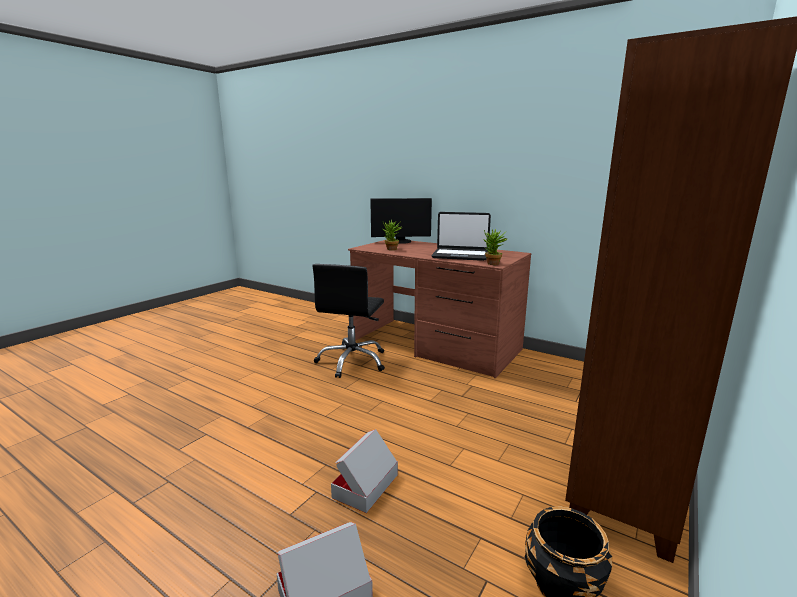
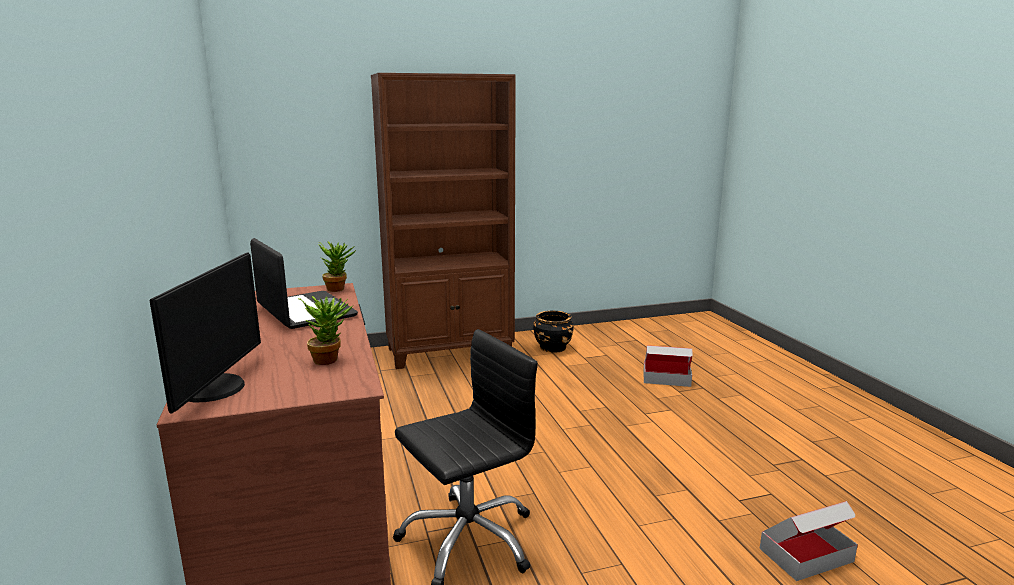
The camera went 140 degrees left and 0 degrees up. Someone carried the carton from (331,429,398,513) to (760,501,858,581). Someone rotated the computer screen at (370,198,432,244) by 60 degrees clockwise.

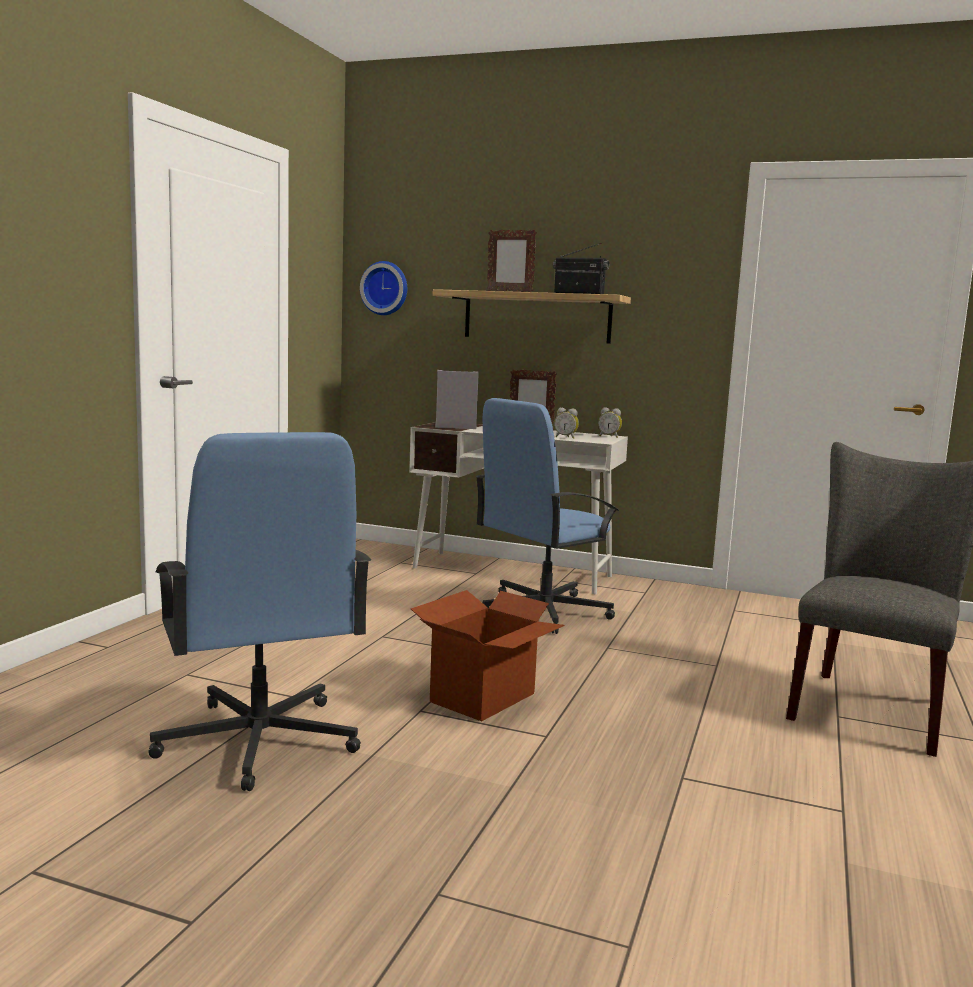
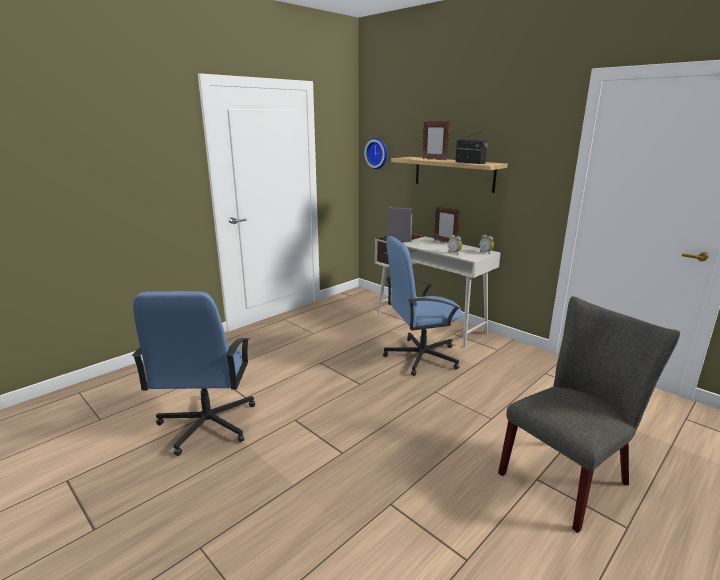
The camera went 25 degrees right and 10 degrees up. Someone took away the carton at (411,590,565,721).

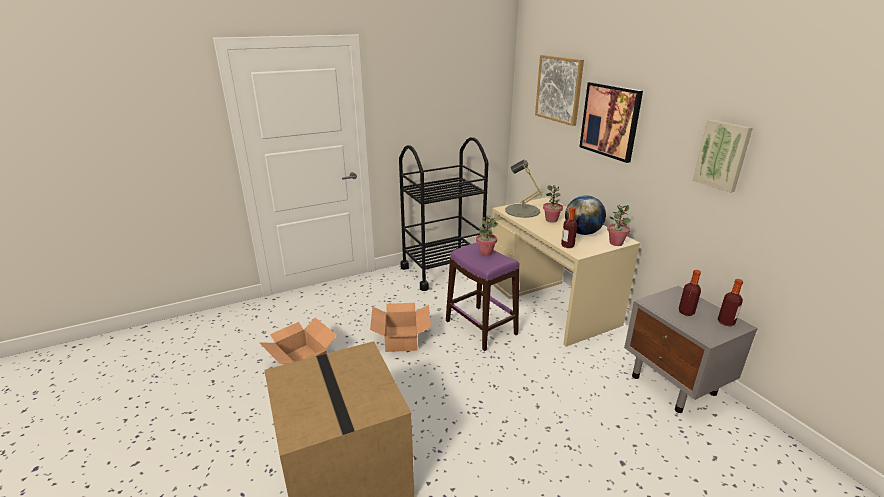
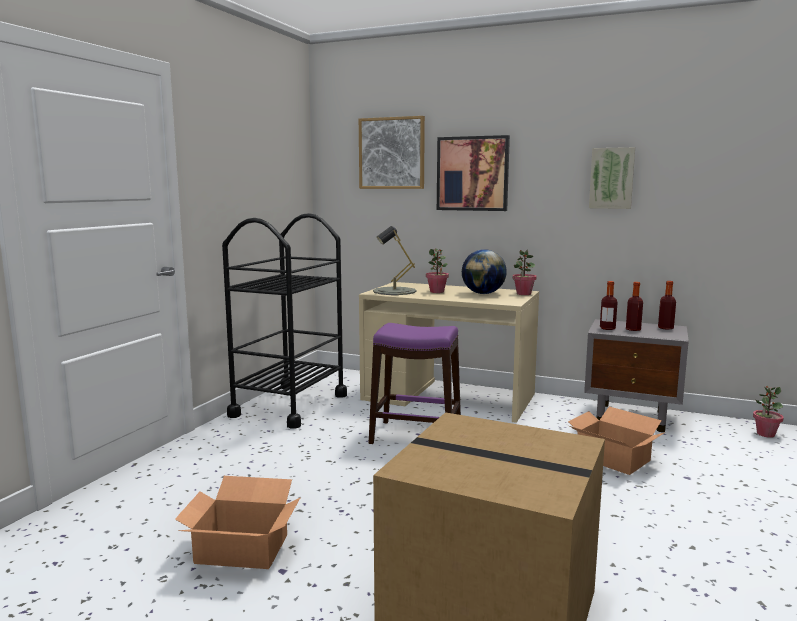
The camera went 40 degrees left and 15 degrees down. Someone carried the carton from (370,303,431,352) to (568,407,664,475). Someone carried the potted plant from (476,215,498,256) to (753,386,784,438). Someone carried the beverage bottle from (561,207,577,248) to (600,281,618,330).

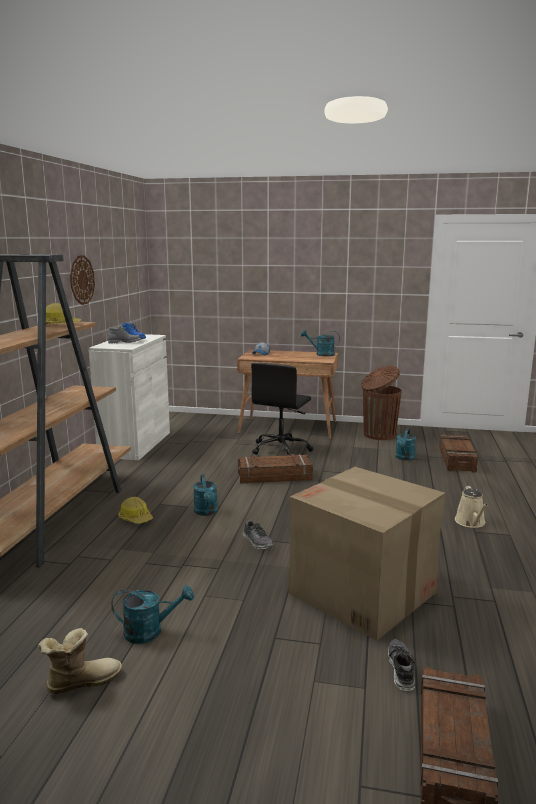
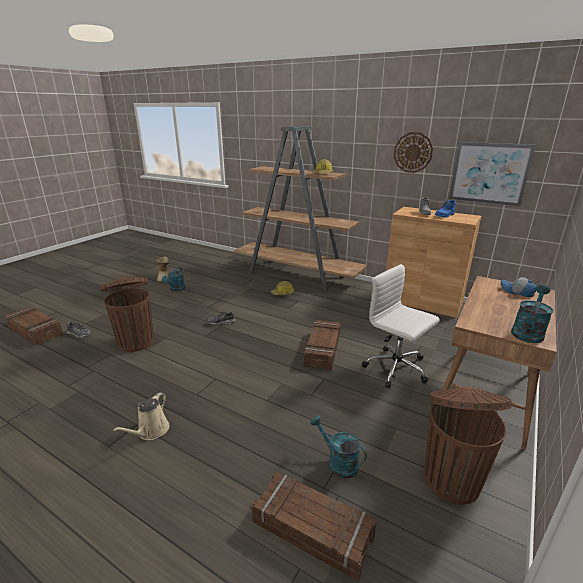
The camera went 110 degrees right and 10 degrees up. Someone repainted the cupboard in white at (89,334,170,460), which became the cupboard in brown at (386,207,481,318). Someone took away the watering can in turquoise at (193,474,218,516). Someone repainted the computer chair in black at (251,363,313,456), which became the computer chair in white at (362,264,440,389). Someone swapped the carton at (288,467,446,641) for the waste bin in brown at (100,277,154,352). Someone rotated the watering can in beige-coloured at (455,486,487,528) by 90 degrees counterclockwise. Someone put up the wall art at (449,142,536,206).

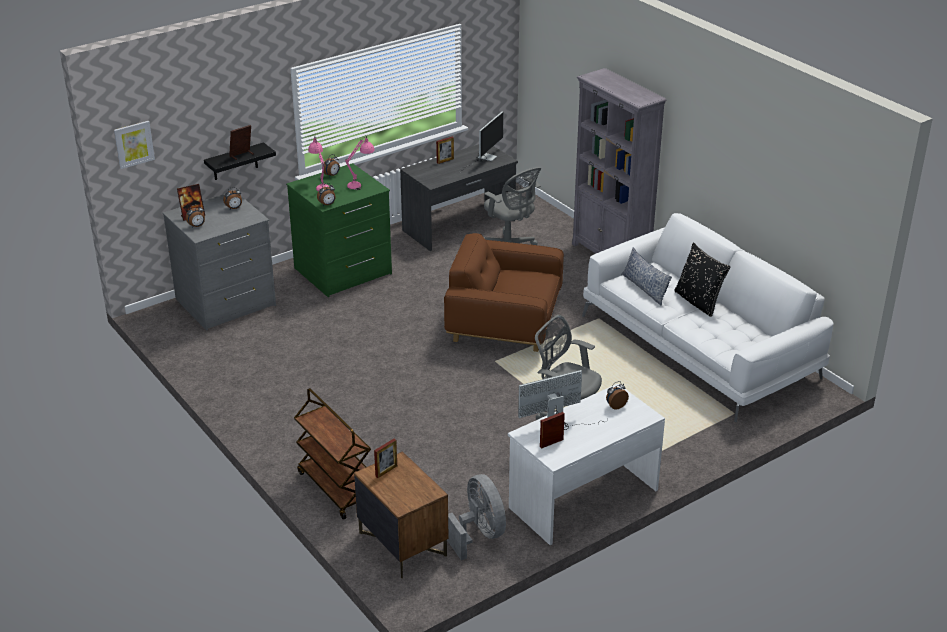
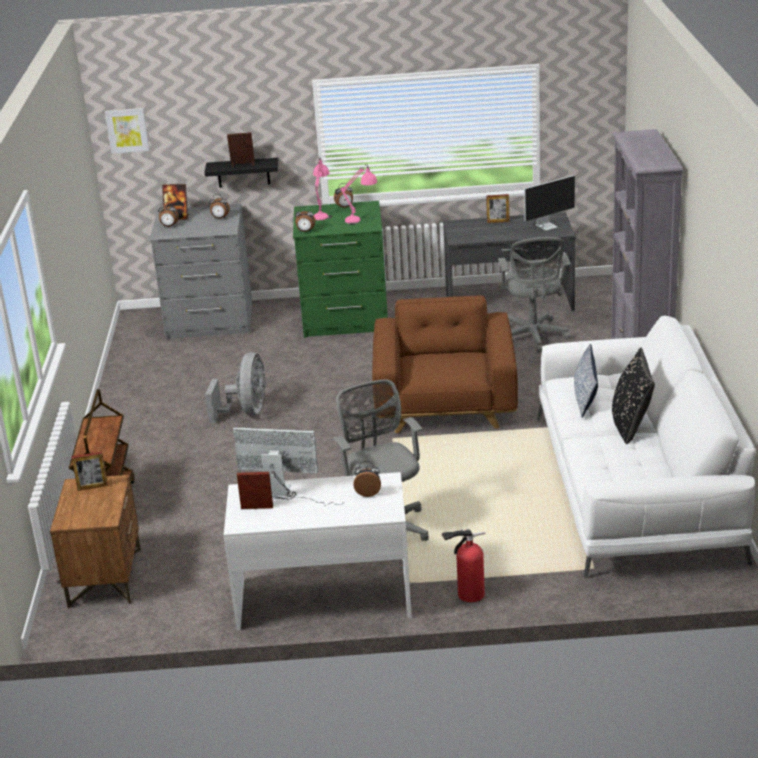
The camera went 35 degrees right and 5 degrees down. Someone rotated the armchair in brown at (444,233,564,352) by 45 degrees clockwise. Someone carried the electric fan in grey from (447,474,506,560) to (205,352,266,423). Someone put down the fire extinguisher at (442,529,485,602).

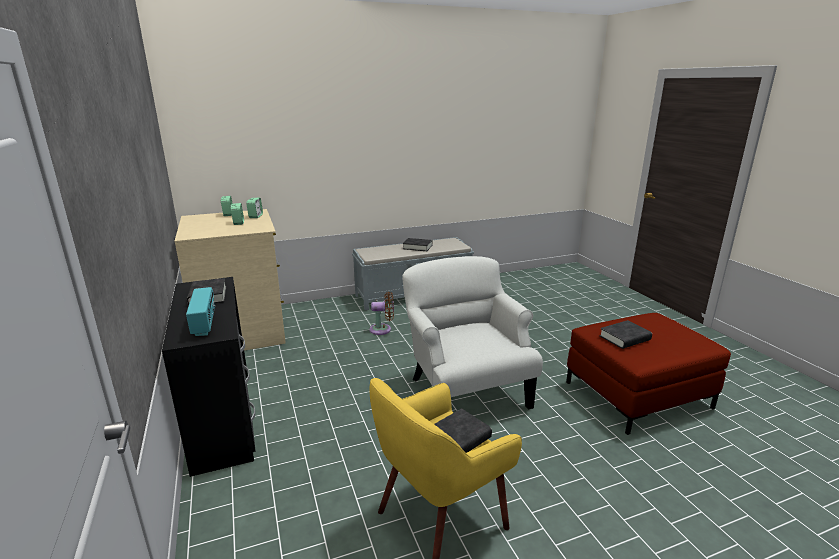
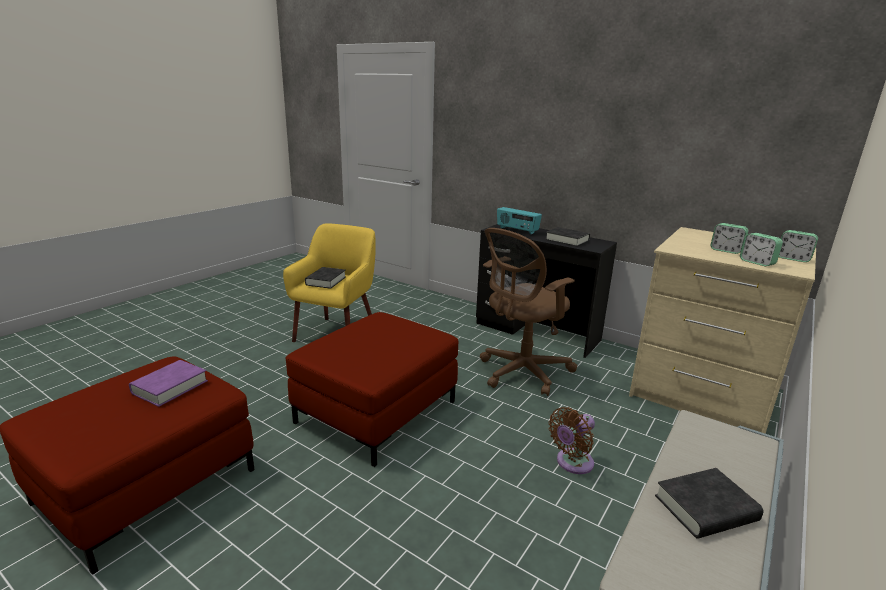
The camera went 145 degrees right and 0 degrees up. Someone swapped the armchair in white at (402,256,543,409) for the ottoman in red at (286,312,458,467). Someone repainted the bound book in black at (600,320,652,349), which became the bound book in purple-coloured at (129,360,208,407). Someone put down the computer chair in brown at (480,228,577,396).

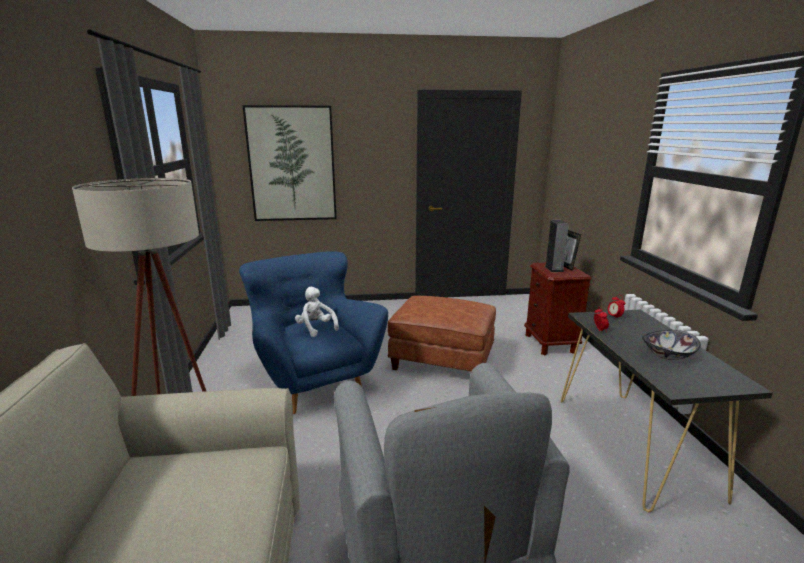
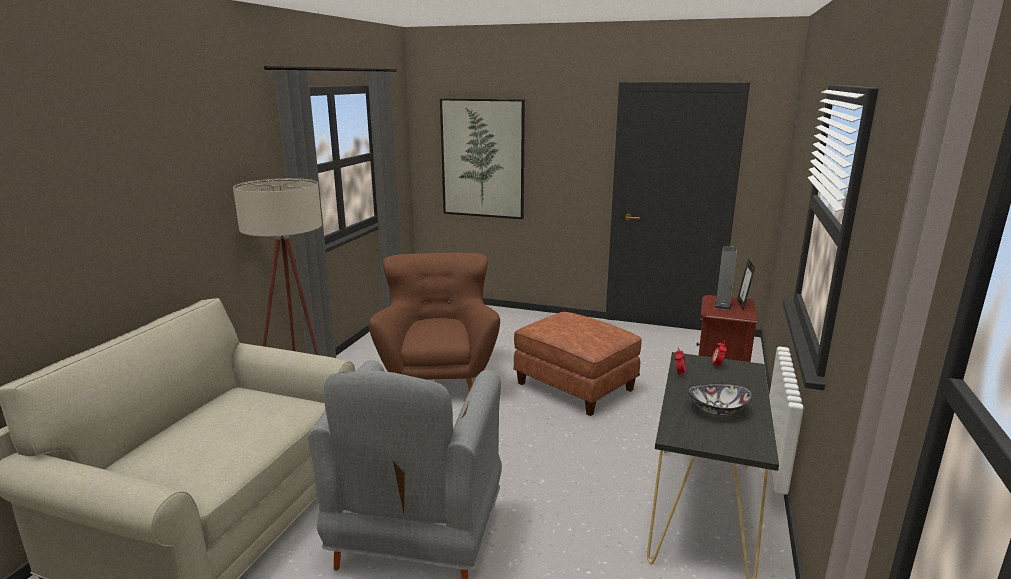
The camera went 25 degrees right and 0 degrees up. Someone repainted the armchair in bluish at (239,251,388,414), which became the armchair in brown at (369,253,500,391). Someone took away the cuddly toy in white at (295,287,339,337).

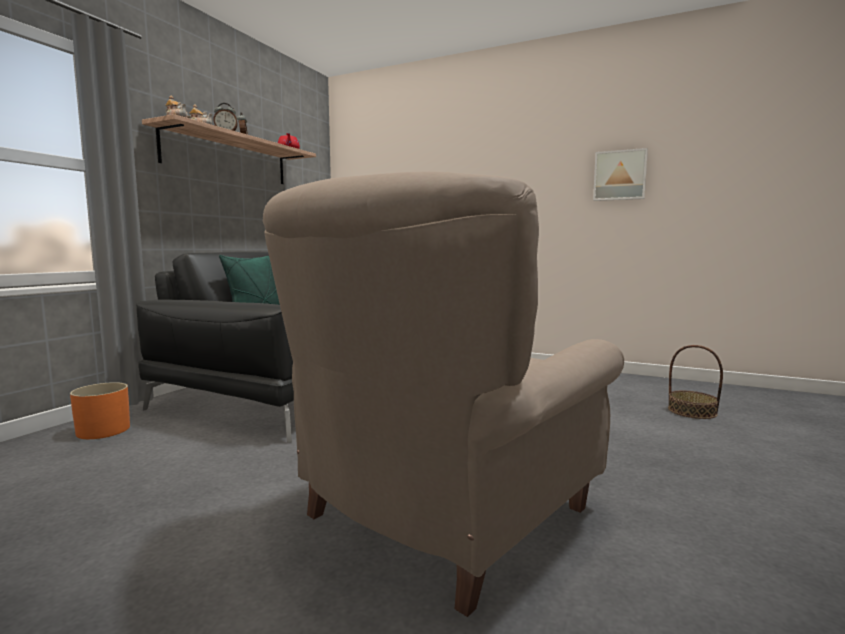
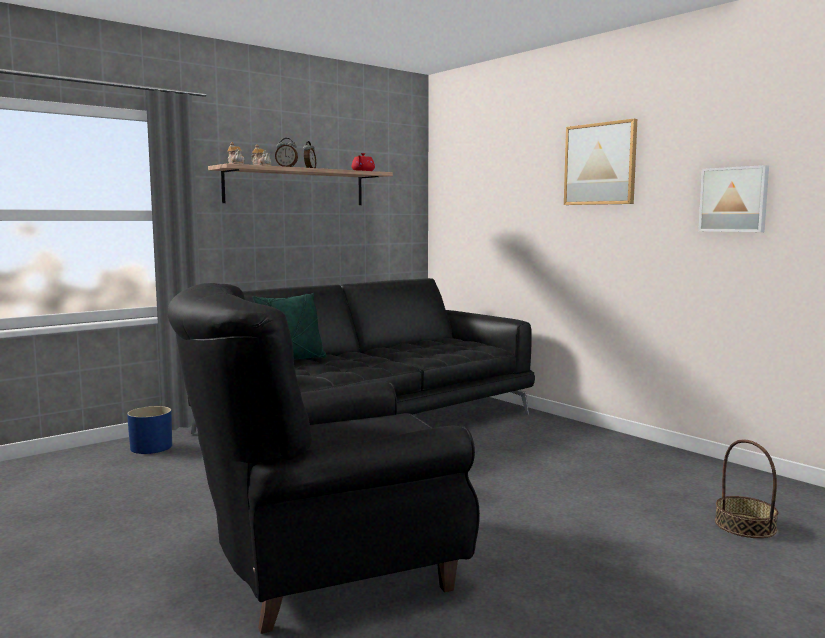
The camera went 25 degrees right and 0 degrees up. Someone repainted the planter in orange at (70,382,130,439), which became the planter in bluish at (127,406,172,454). Someone repainted the armchair in beige-coloured at (263,171,624,617), which became the armchair in black at (167,283,480,634). Someone put up the wall art at (564,119,637,205).

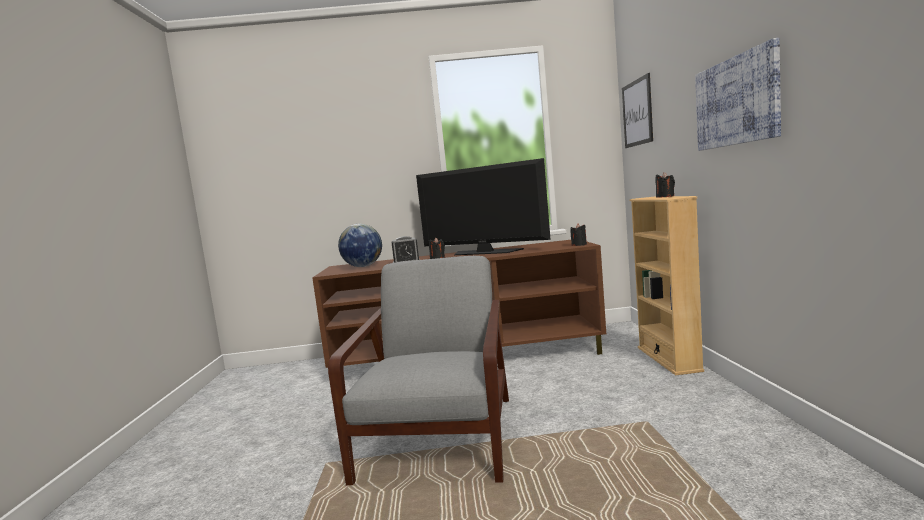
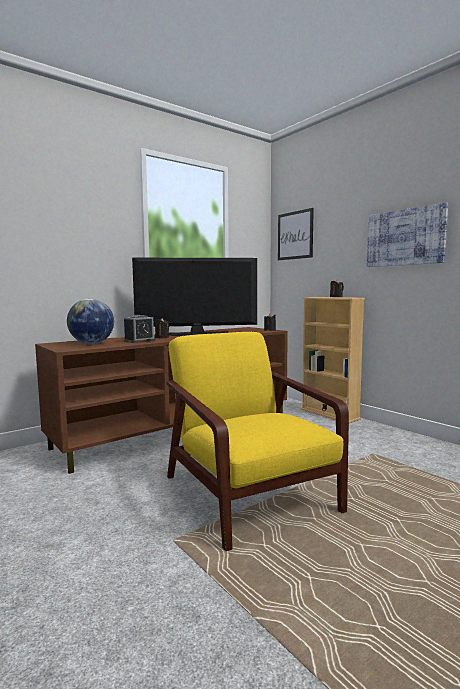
The camera went 35 degrees left and 0 degrees up. Someone repainted the armchair in grey at (328,256,509,485), which became the armchair in yellow at (166,332,349,552).

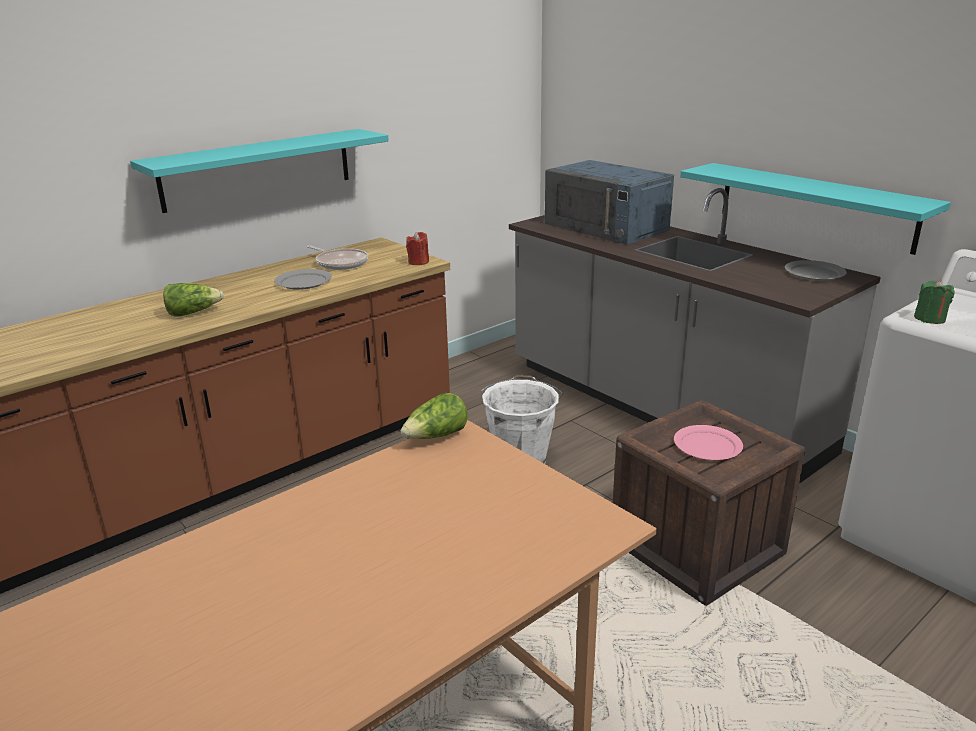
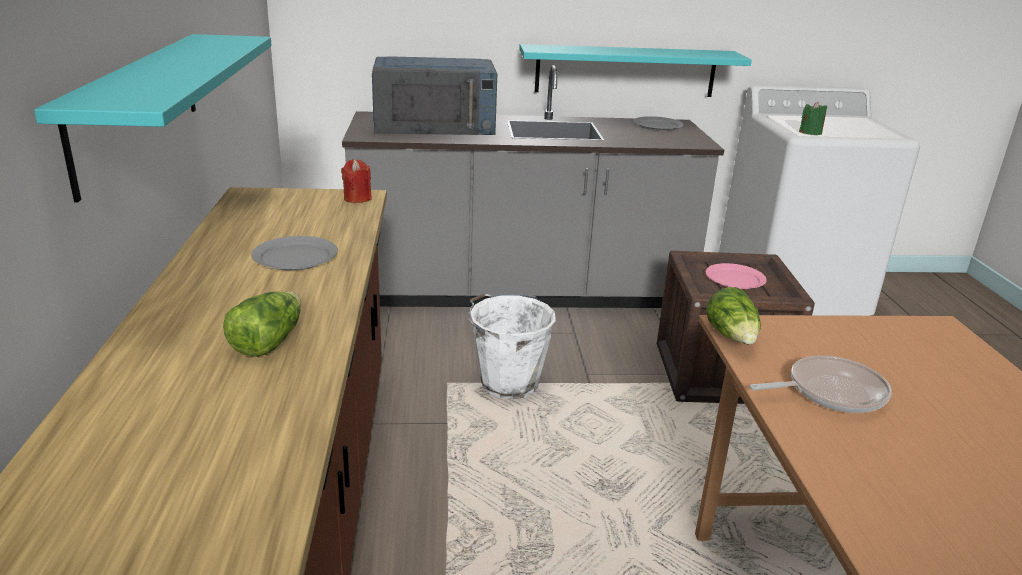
The camera went 55 degrees left and 0 degrees up. Someone carried the frying pan from (306,245,368,270) to (750,355,892,413).

